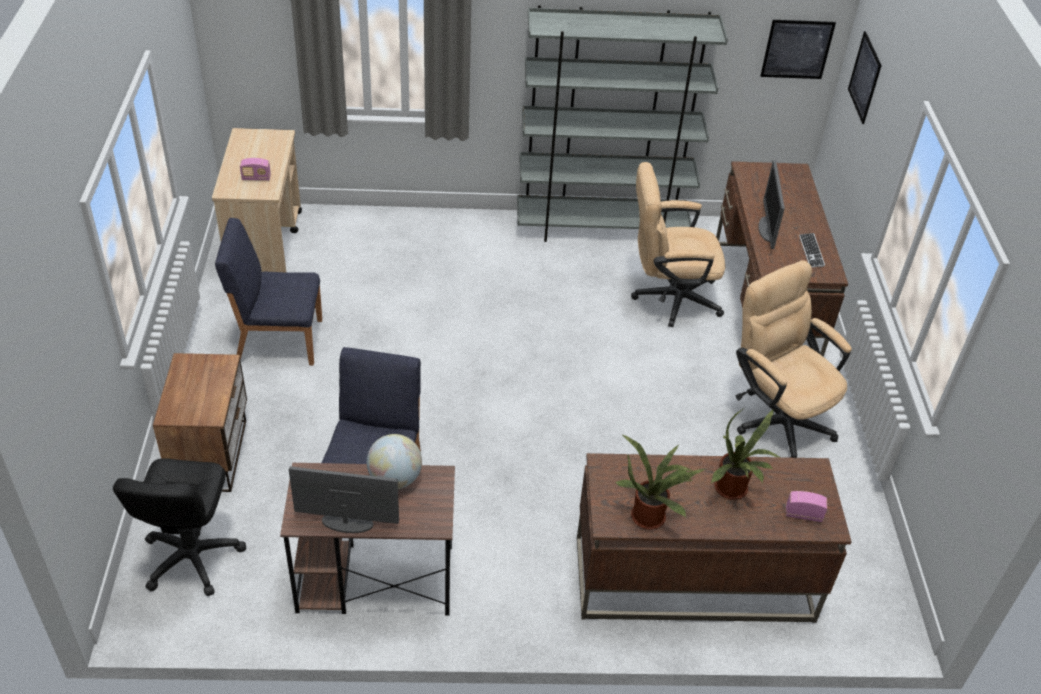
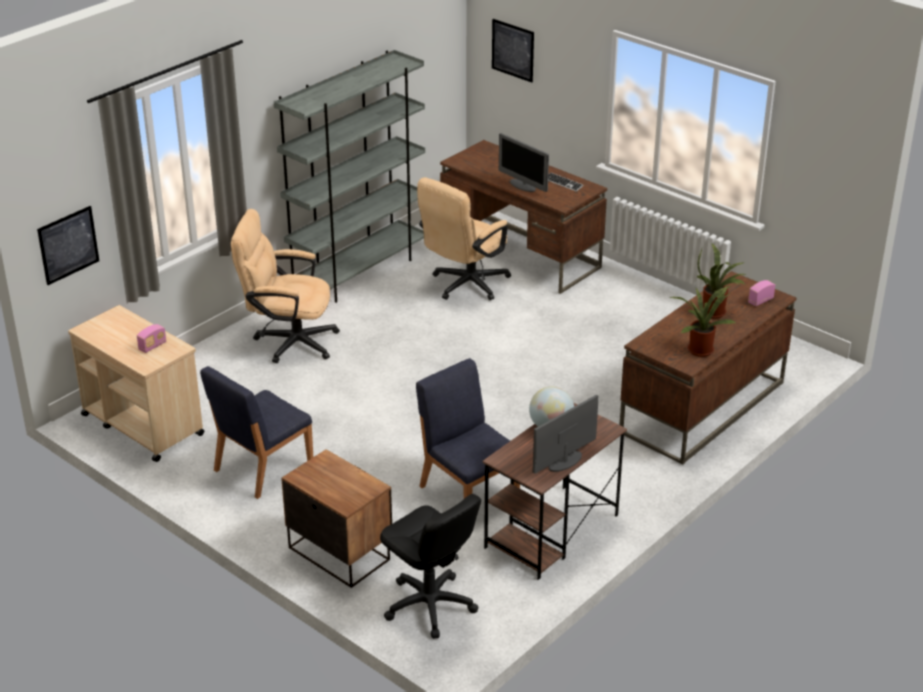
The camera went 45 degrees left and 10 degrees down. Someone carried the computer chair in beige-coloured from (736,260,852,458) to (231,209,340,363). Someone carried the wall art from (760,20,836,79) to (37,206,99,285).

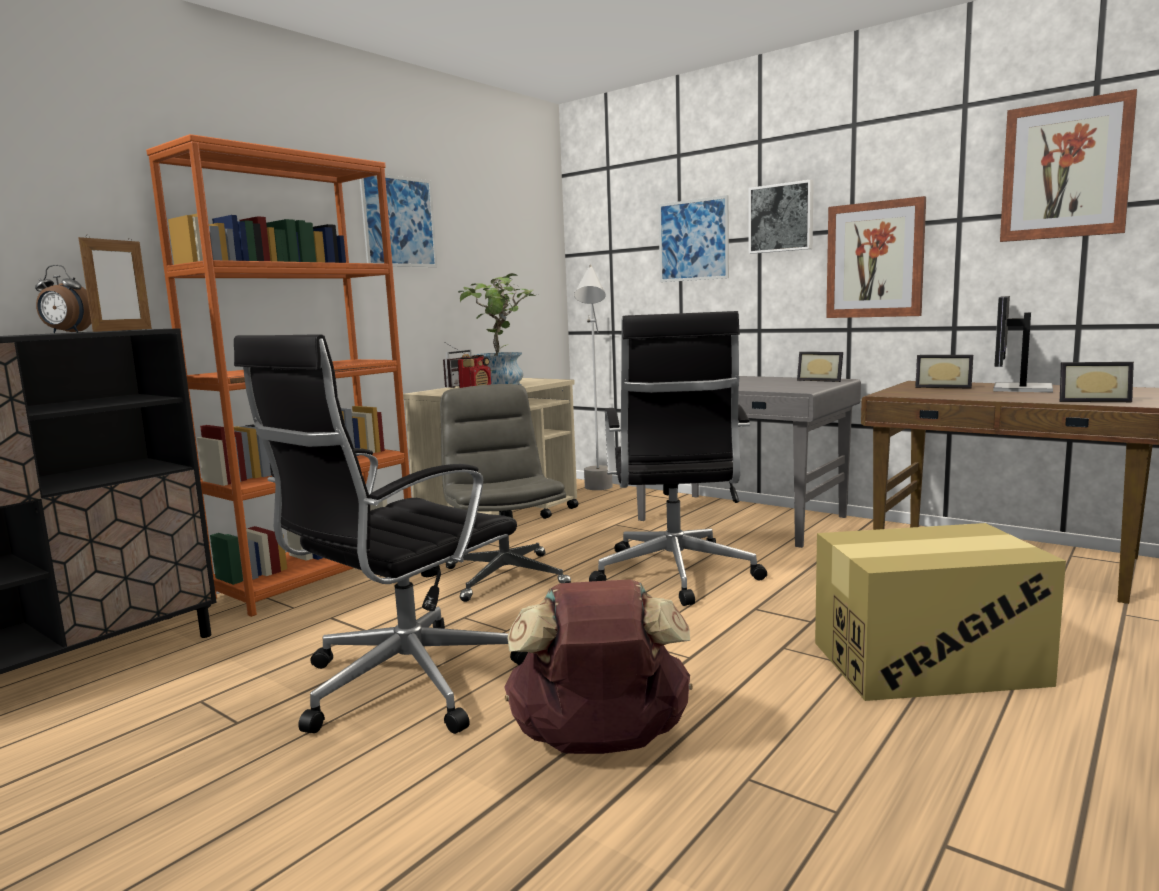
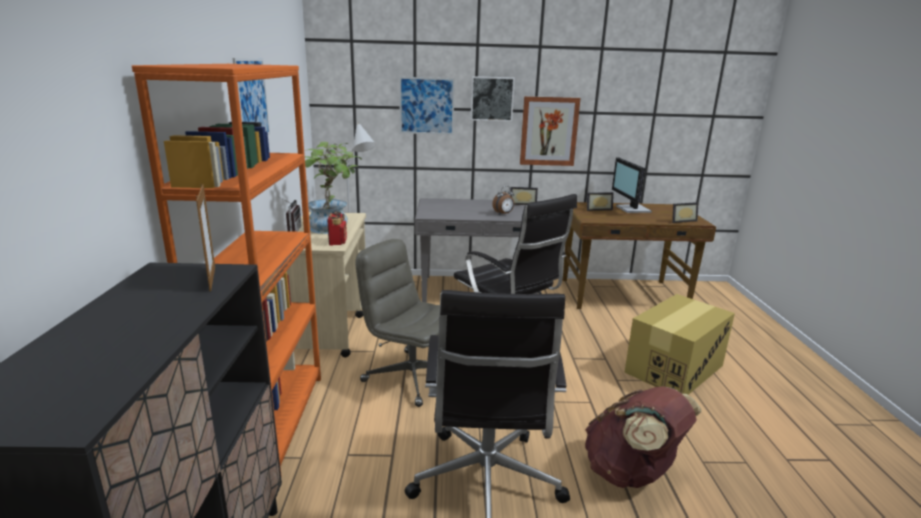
The camera went 40 degrees left and 10 degrees up. Someone carried the table clock from (35,265,91,333) to (492,186,514,215). Someone took away the wall art at (1000,89,1137,242).

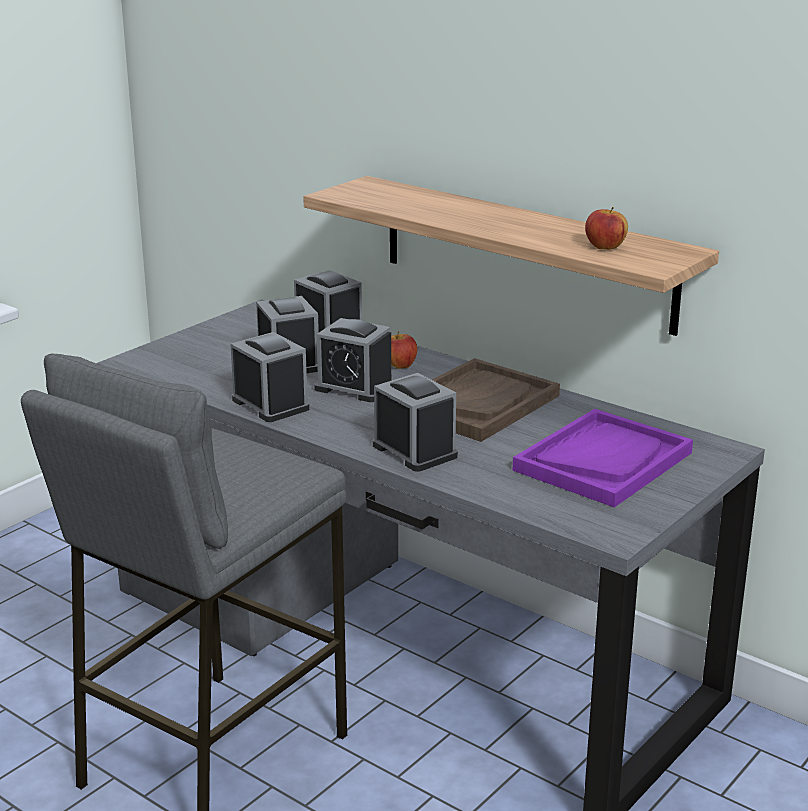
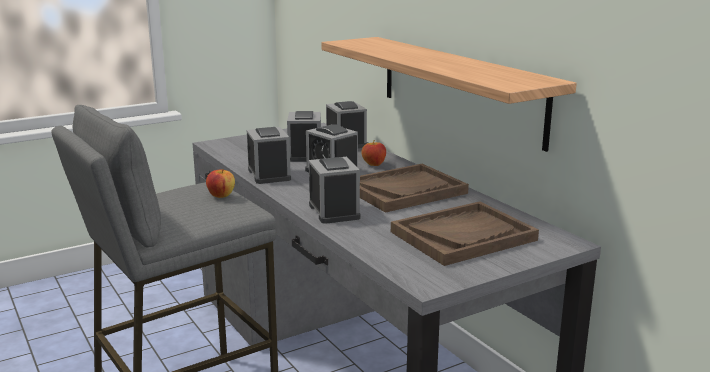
The camera went 20 degrees right and 5 degrees down. Someone repainted the carrying tray in purple-coloured at (513,409,693,507), which became the carrying tray in brown at (391,201,539,266). Someone carried the apple fruit from (585,207,628,250) to (206,169,235,198).

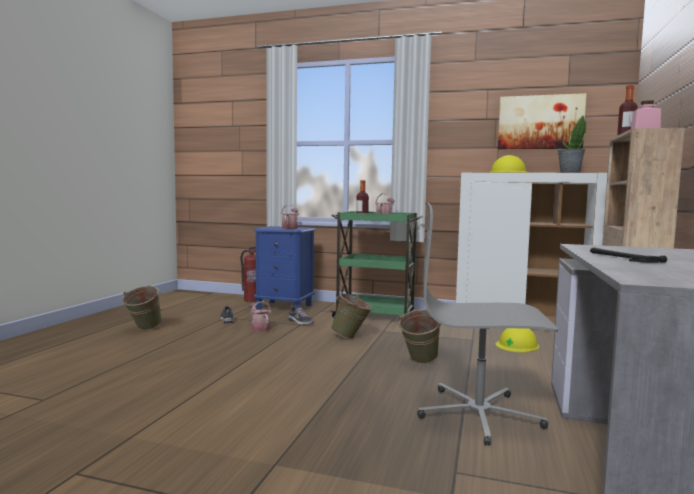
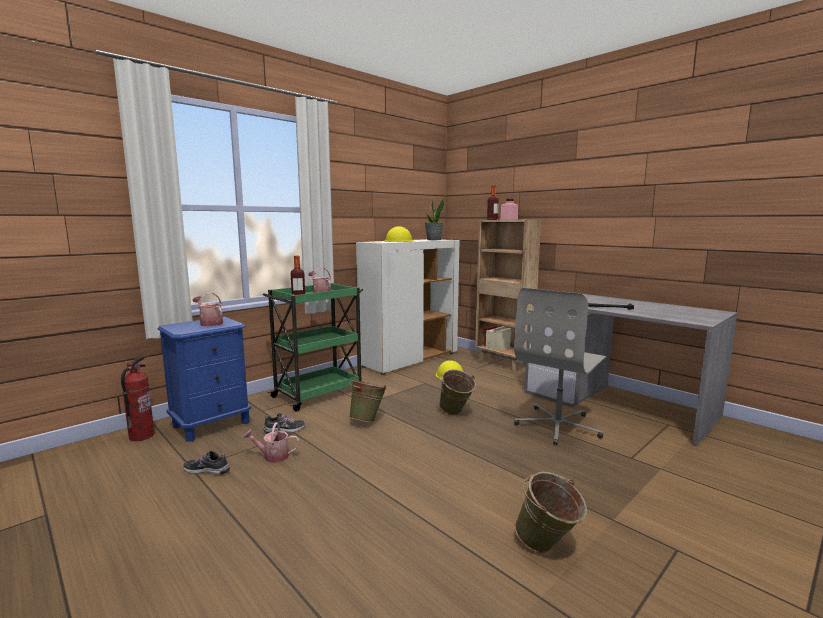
The camera went 60 degrees left and 5 degrees up. Someone carried the pail in green from (122,286,162,330) to (515,472,587,553). Someone took away the wall art at (498,93,587,149).

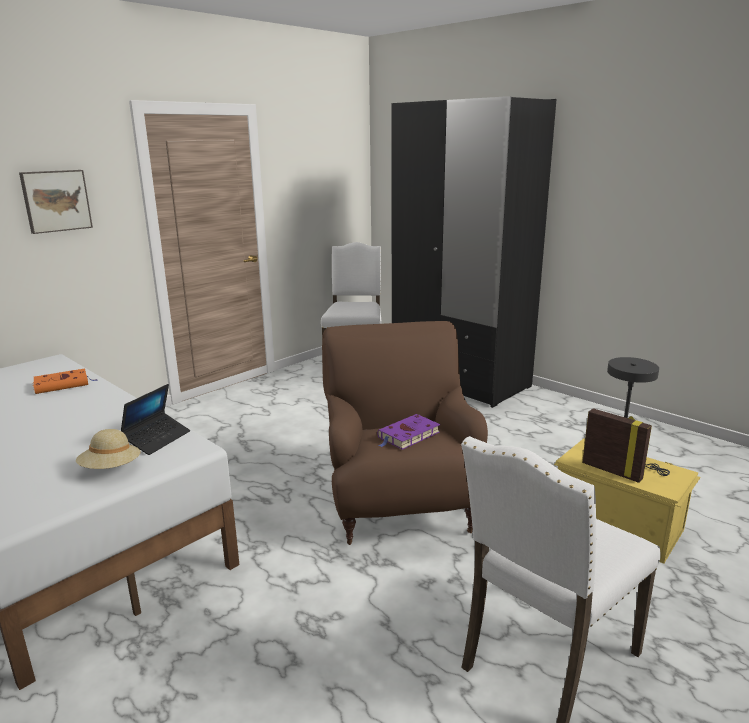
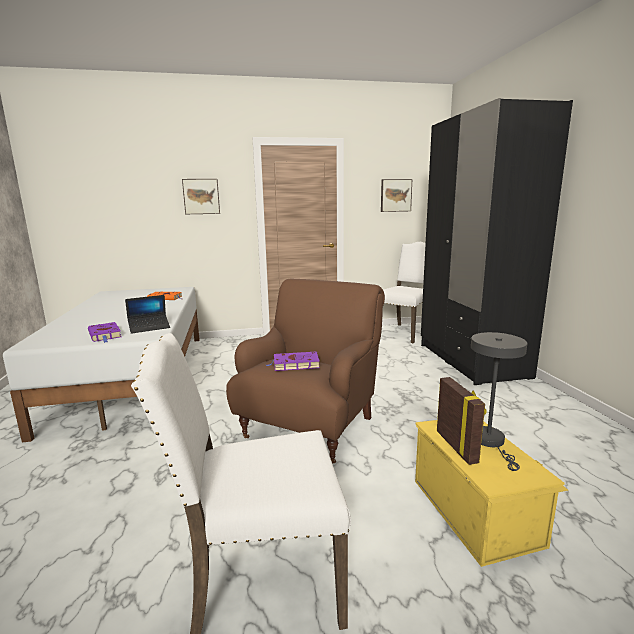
The camera went 35 degrees right and 5 degrees down. Someone swapped the clothing hat in beige-coloured at (76,429,141,469) for the bound book in purple-coloured at (88,322,122,343). Someone put up the wall art at (381,179,412,212).

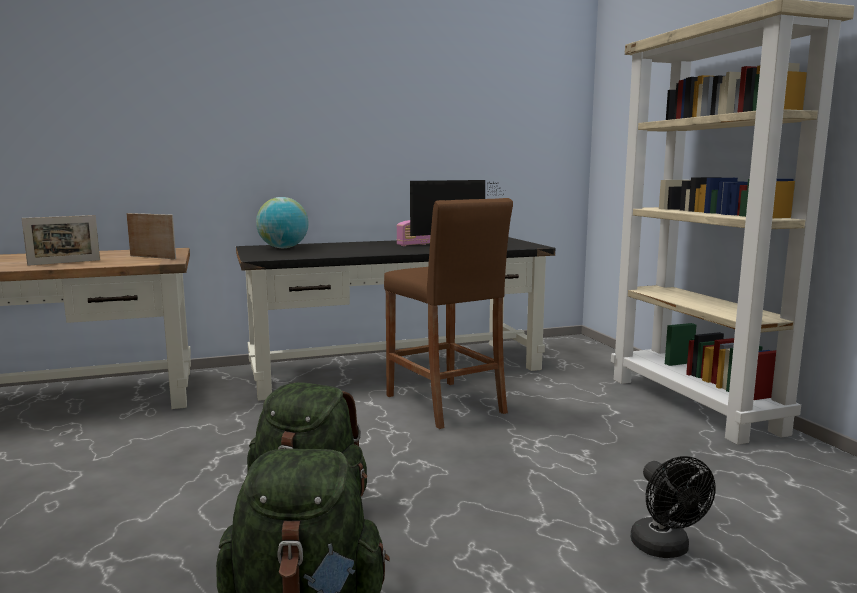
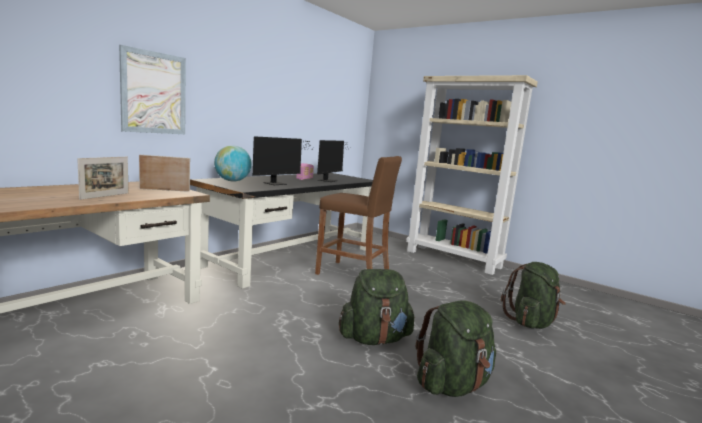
The camera went 35 degrees left and 0 degrees up. Someone swapped the electric fan in black at (631,456,716,558) for the backpack in green at (501,262,566,329). Someone put up the wall art at (119,45,186,134). Someone put down the computer screen at (252,136,312,185).

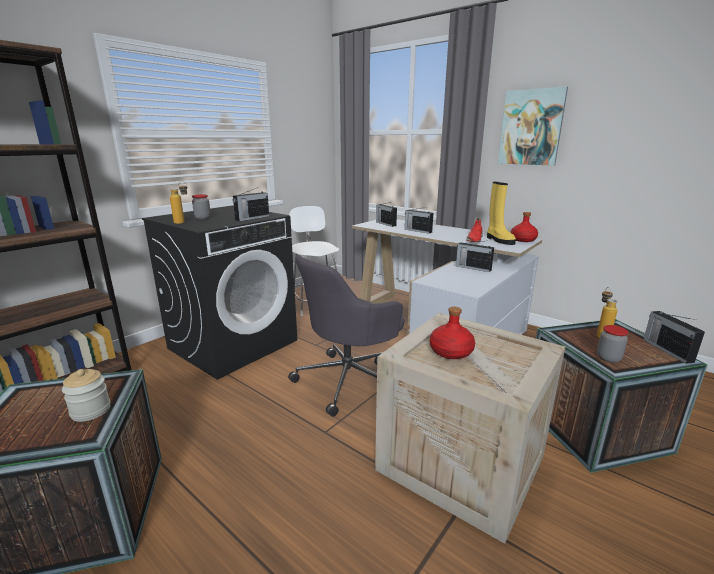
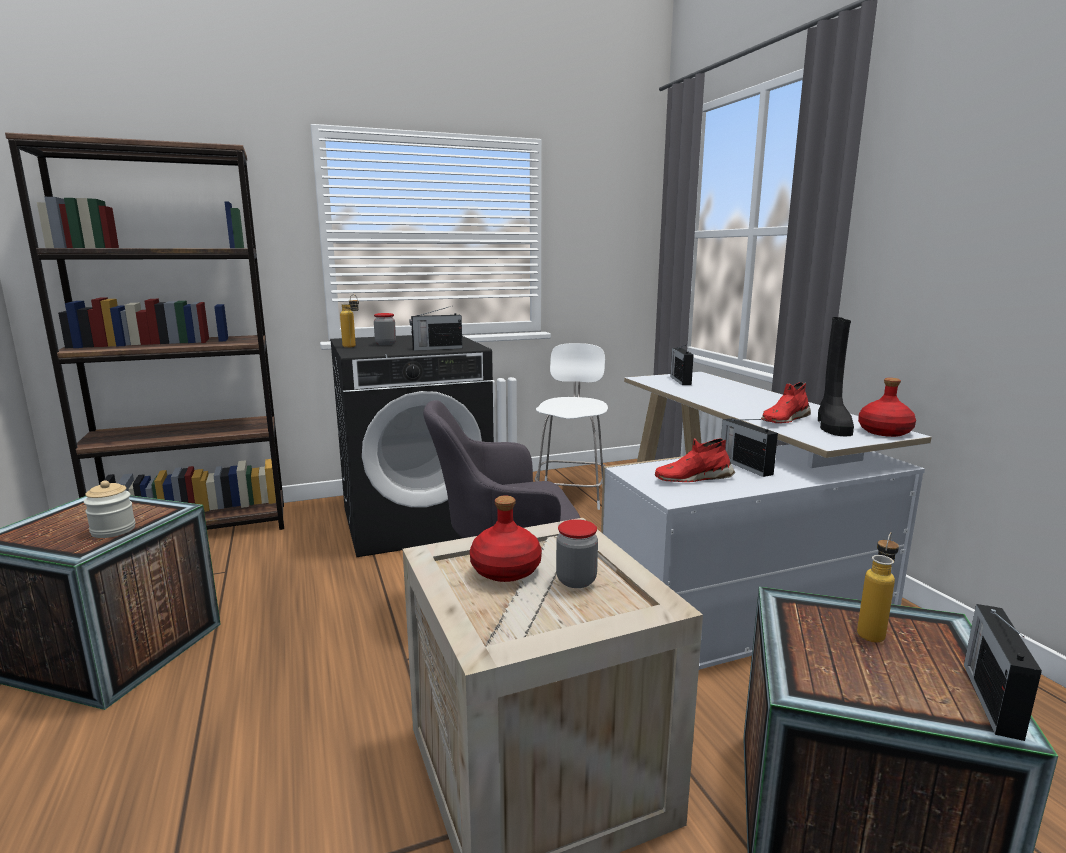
The camera went 30 degrees right and 5 degrees down. Someone took away the radio at (405,207,433,234). Someone repainted the tall boot in yellow at (487,182,516,245), which became the tall boot in black at (818,317,854,436). Someone took away the wall art at (498,86,568,166). Someone carried the preserve jar from (597,325,628,363) to (556,519,598,588). Someone put down the item of footwear in red at (655,438,735,482).

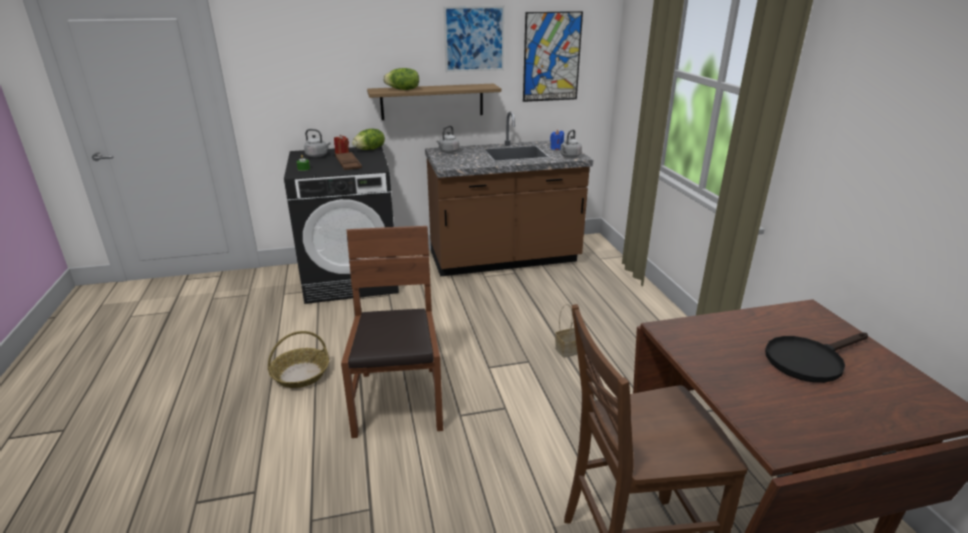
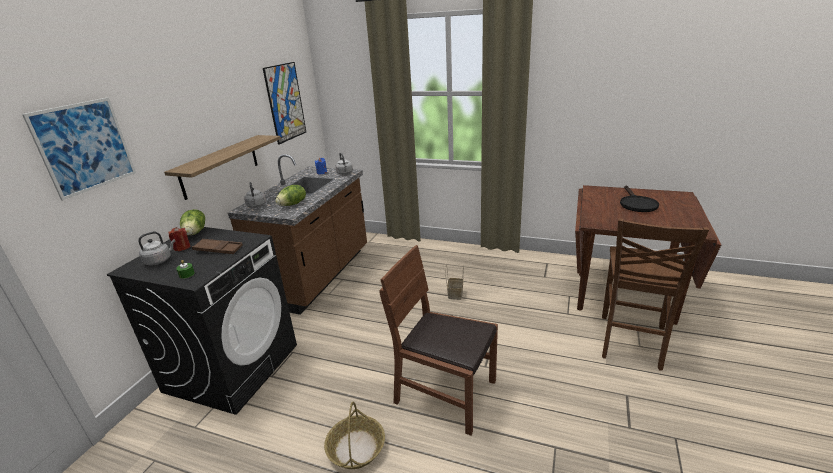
The camera went 55 degrees left and 0 degrees up. Someone carried the lettuce head from (383,68,419,90) to (275,185,306,206). Someone carried the wall art from (444,6,505,72) to (22,97,136,200).

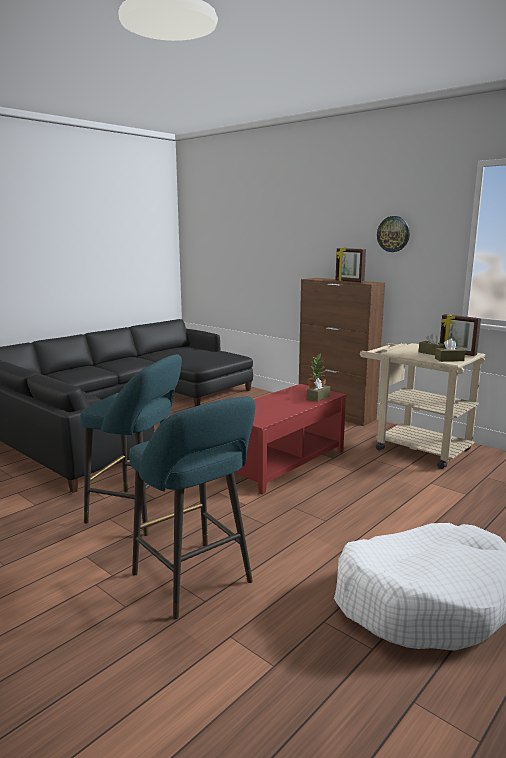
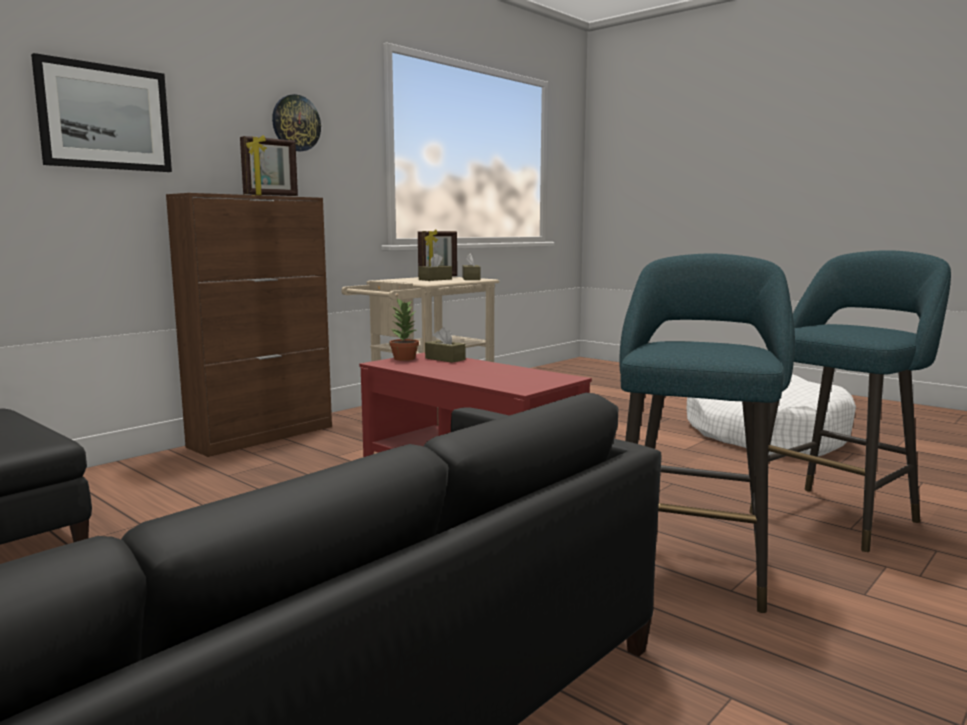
The camera went 90 degrees left and 5 degrees down. Someone put up the wall art at (31,53,172,172).

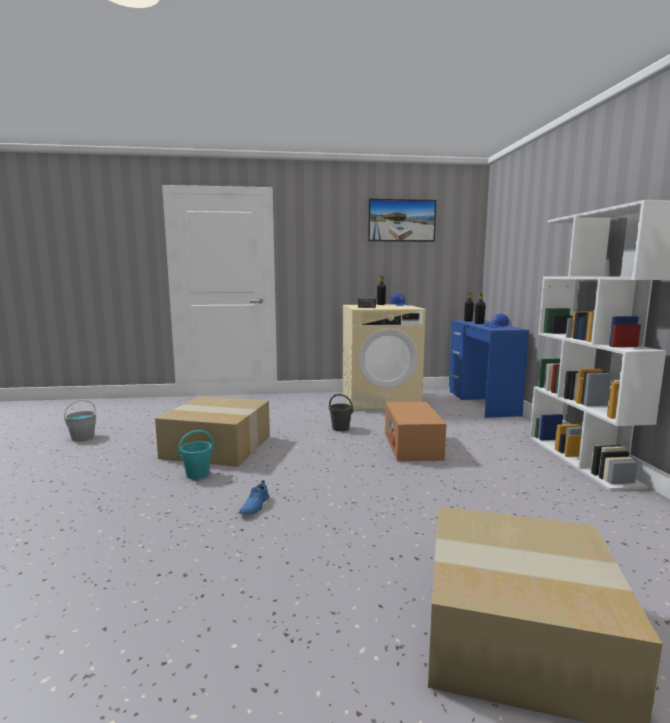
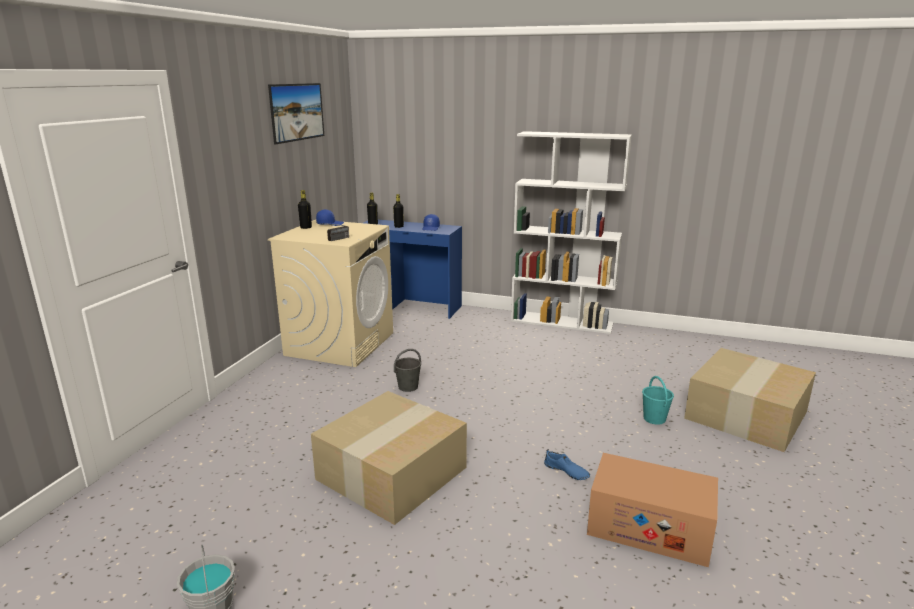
The camera went 65 degrees left and 10 degrees up. Someone carried the pail in turquoise from (178,430,214,480) to (642,376,674,425). Someone carried the carton from (385,402,446,462) to (587,453,718,567).

